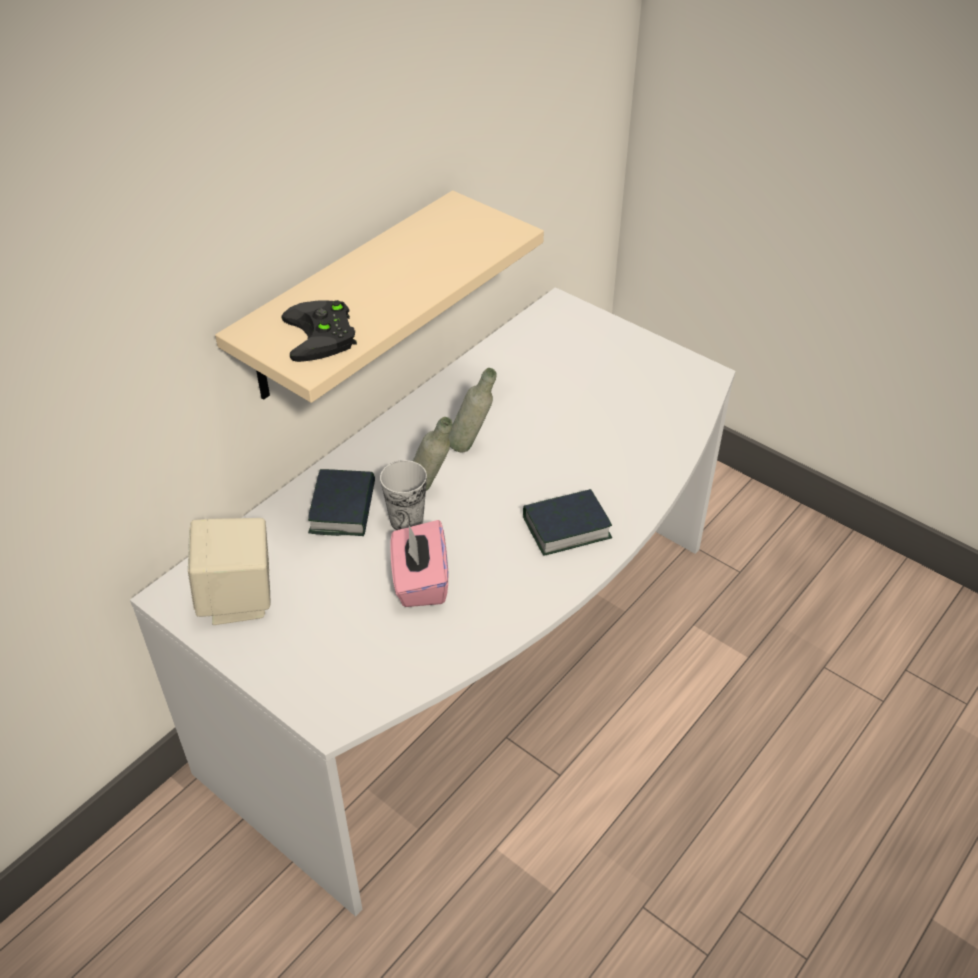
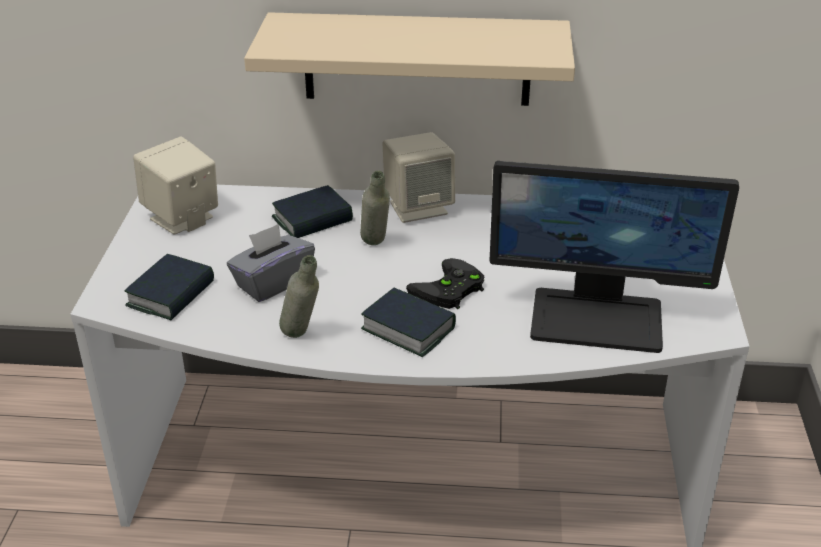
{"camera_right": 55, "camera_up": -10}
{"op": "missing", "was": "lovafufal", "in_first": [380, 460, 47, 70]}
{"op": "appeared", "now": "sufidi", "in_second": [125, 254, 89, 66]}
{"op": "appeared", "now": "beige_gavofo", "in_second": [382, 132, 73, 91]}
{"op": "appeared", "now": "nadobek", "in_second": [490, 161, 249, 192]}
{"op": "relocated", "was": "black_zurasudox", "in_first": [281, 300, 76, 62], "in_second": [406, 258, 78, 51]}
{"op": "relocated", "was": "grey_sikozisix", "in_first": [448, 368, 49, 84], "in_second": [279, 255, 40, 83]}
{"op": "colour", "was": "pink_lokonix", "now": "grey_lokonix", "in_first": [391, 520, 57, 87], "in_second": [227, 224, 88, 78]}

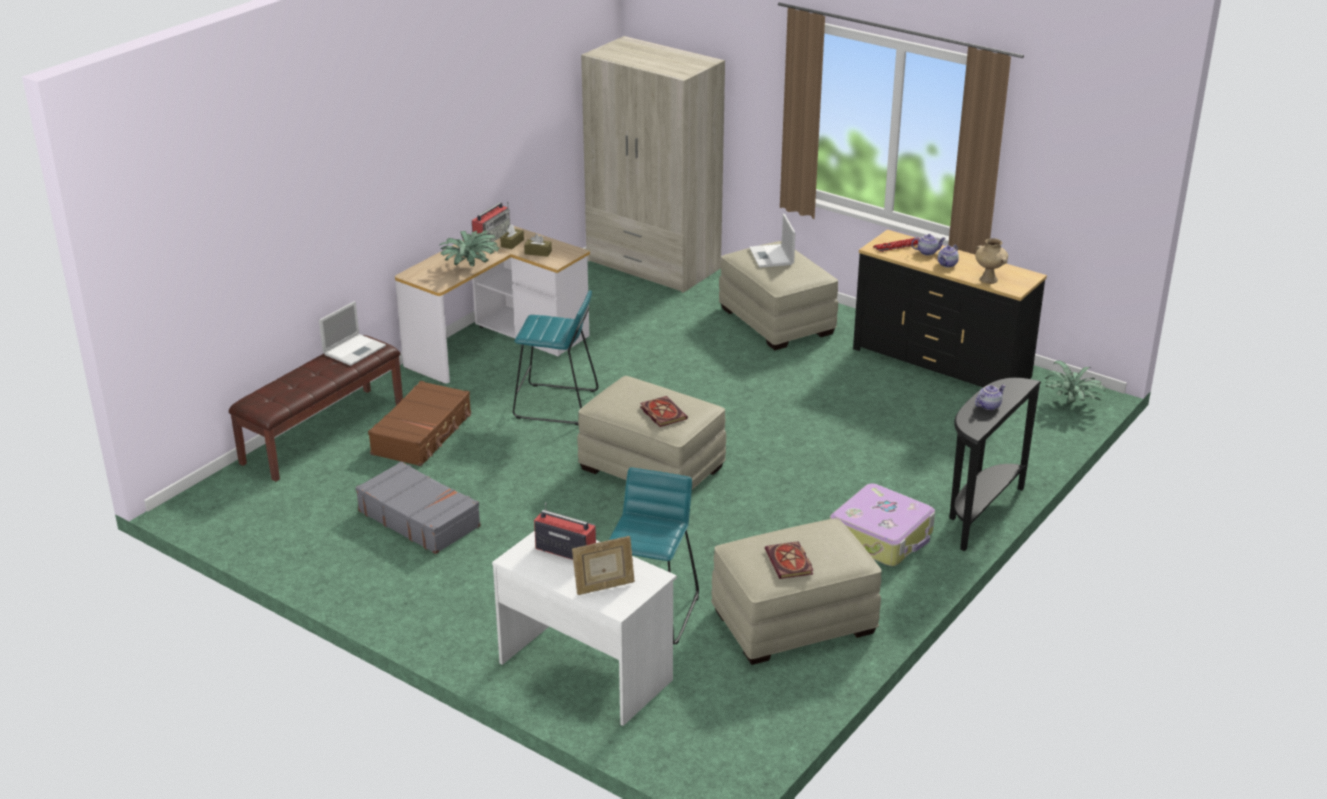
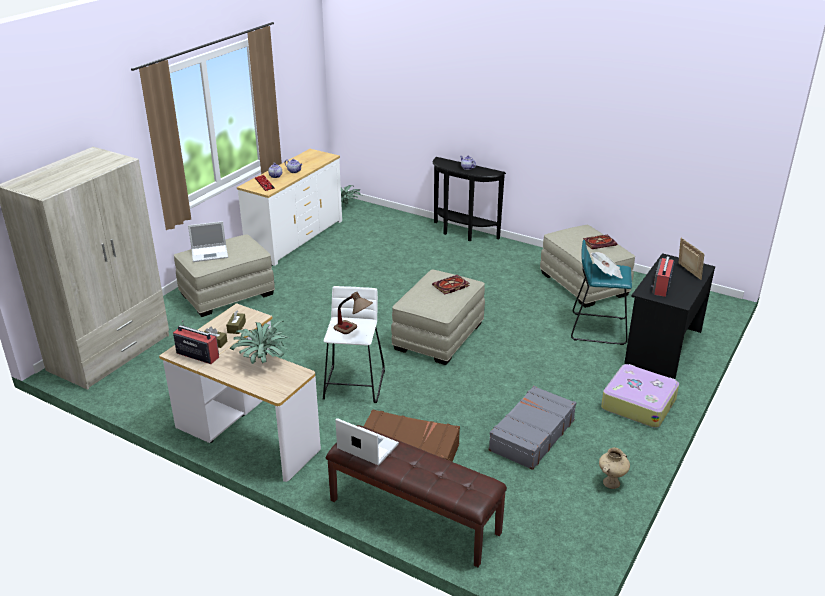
{"camera_right": -95, "camera_up": 0}
{"op": "appeared", "now": "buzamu", "in_second": [334, 292, 39, 42]}
{"op": "appeared", "now": "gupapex", "in_second": [591, 252, 32, 26]}
{"op": "relocated", "was": "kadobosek", "in_first": [830, 483, 105, 83], "in_second": [601, 364, 78, 64]}
{"op": "relocated", "was": "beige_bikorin", "in_first": [975, 238, 33, 46], "in_second": [599, 448, 31, 41]}
{"op": "colour", "was": "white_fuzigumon", "now": "black_fuzigumon", "in_first": [492, 531, 185, 195], "in_second": [624, 253, 91, 126]}
{"op": "colour", "was": "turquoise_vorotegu", "now": "white_vorotegu", "in_first": [513, 290, 85, 135], "in_second": [323, 286, 62, 117]}
{"op": "colour", "was": "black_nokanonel", "now": "white_nokanonel", "in_first": [853, 230, 194, 157], "in_second": [237, 149, 105, 117]}

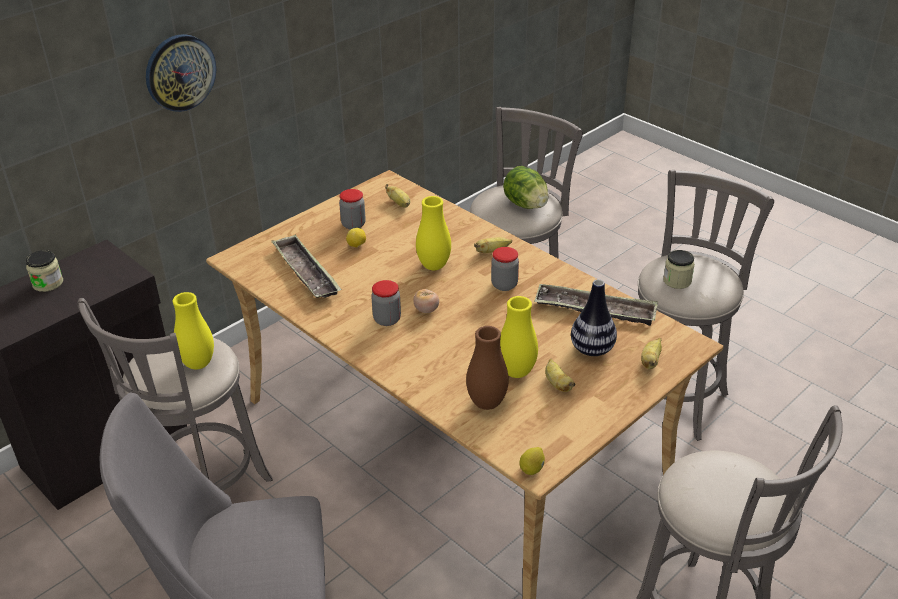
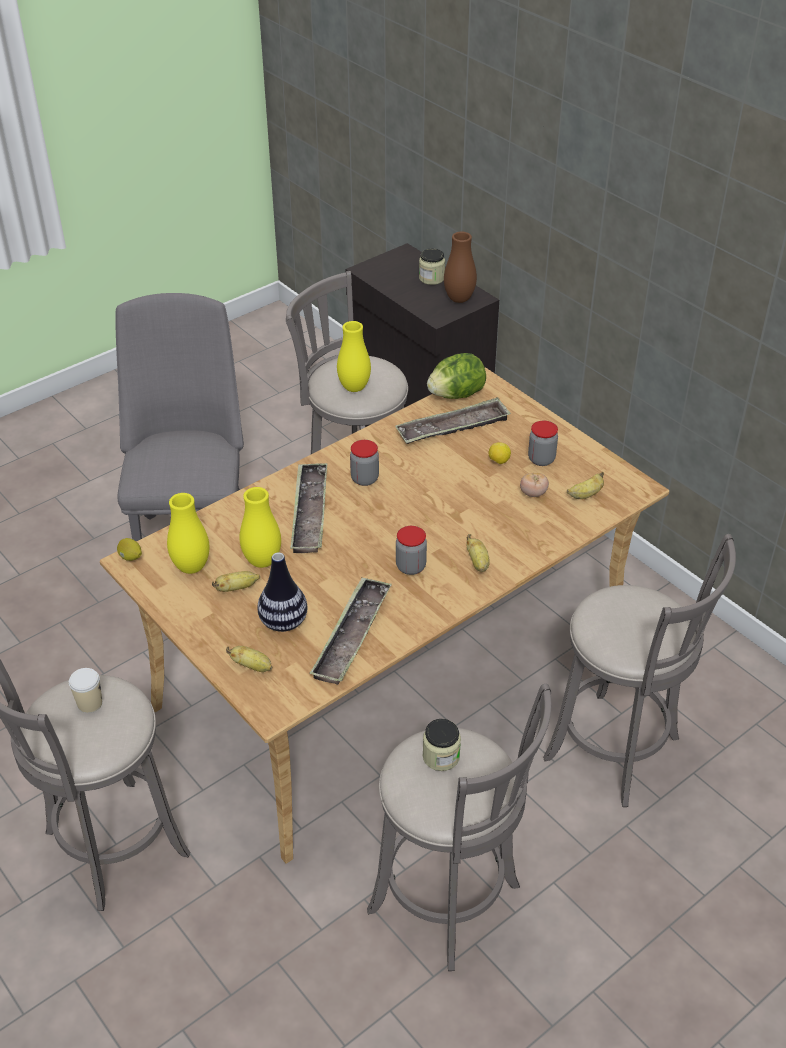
{"camera_right": 95, "camera_up": 5}
{"op": "missing", "was": "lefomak", "in_first": [146, 34, 70, 78]}
{"op": "appeared", "now": "lovafufal", "in_second": [69, 668, 33, 45]}
{"op": "appeared", "now": "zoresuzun", "in_second": [290, 463, 37, 90]}
{"op": "relocated", "was": "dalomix", "in_first": [413, 289, 26, 24], "in_second": [520, 473, 29, 24]}
{"op": "relocated", "was": "yellow_bikorin", "in_first": [416, 196, 35, 74], "in_second": [167, 493, 43, 81]}
{"op": "relocated", "was": "brown_bikorin", "in_first": [466, 326, 43, 84], "in_second": [444, 232, 33, 71]}
{"op": "relocated", "was": "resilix", "in_first": [503, 166, 45, 43], "in_second": [427, 353, 59, 46]}

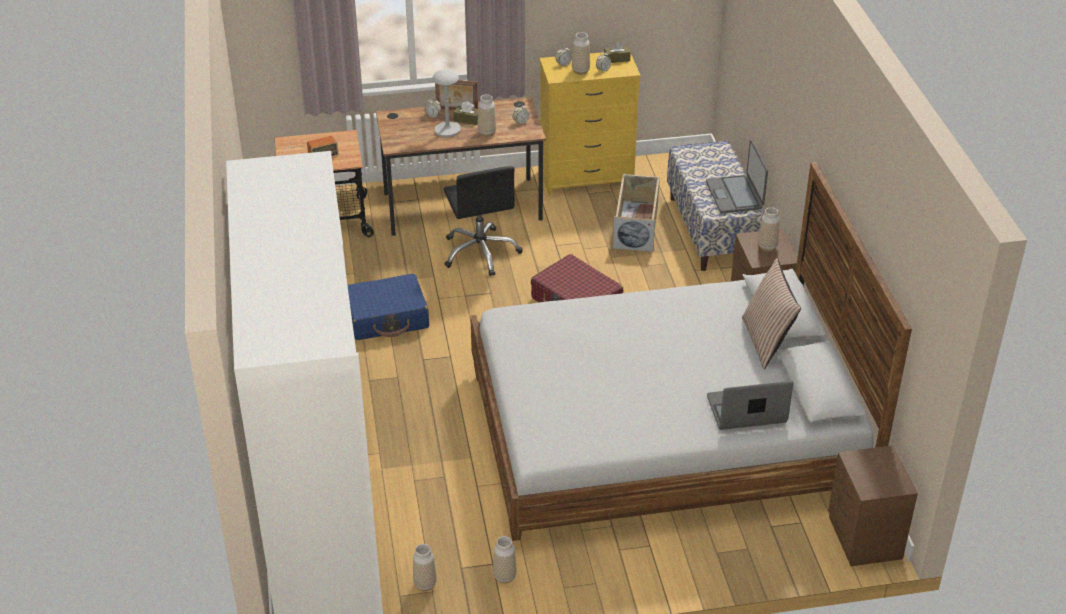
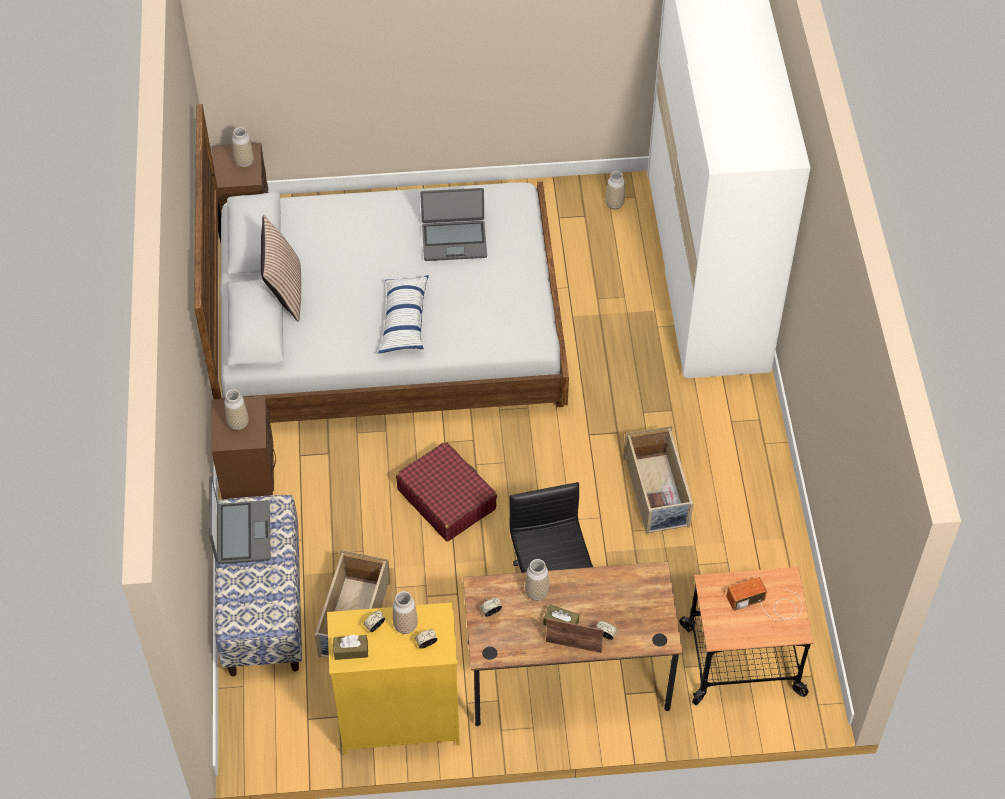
{"camera_right": -175, "camera_up": 15}
{"op": "missing", "was": "grey_buzamu", "in_first": [432, 69, 29, 68]}
{"op": "appeared", "now": "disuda", "in_second": [378, 275, 51, 78]}
{"op": "relocated", "was": "bikorin", "in_first": [493, 536, 24, 47], "in_second": [232, 127, 22, 41]}
{"op": "relocated", "was": "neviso", "in_first": [707, 381, 86, 49], "in_second": [420, 188, 67, 73]}
{"op": "exchanged", "was": "blue_kadobosek", "now": "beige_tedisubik", "in_first": [347, 274, 82, 66], "in_second": [623, 426, 70, 109]}

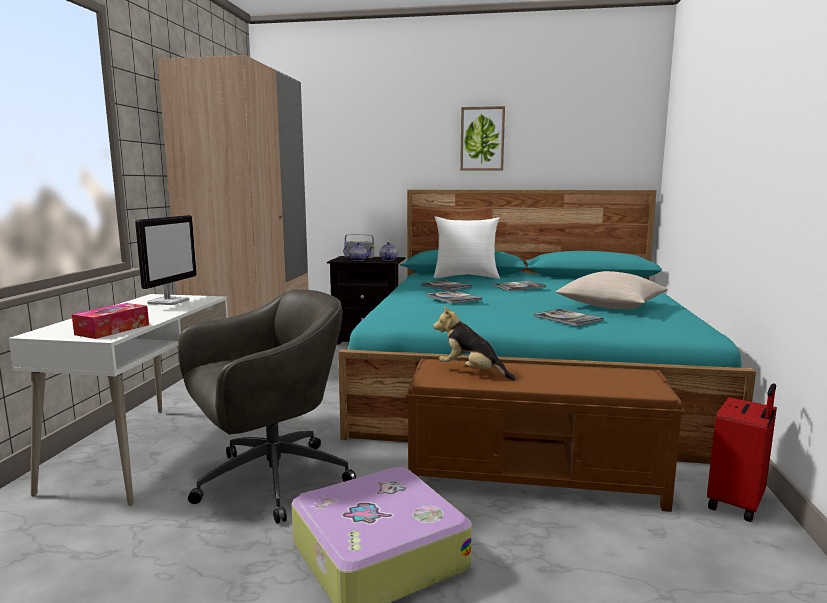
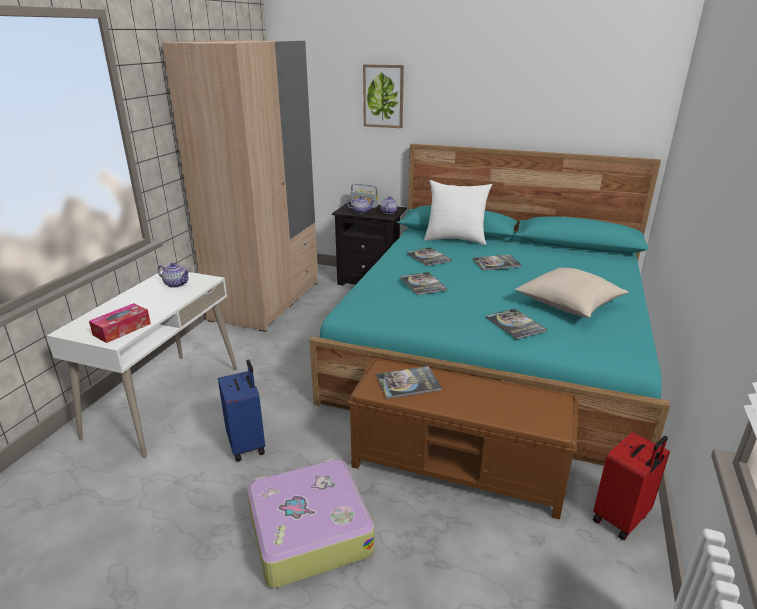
{"camera_right": 10, "camera_up": 15}
{"op": "relocated", "was": "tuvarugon", "in_first": [460, 106, 45, 65], "in_second": [363, 64, 41, 64]}
{"op": "exchanged", "was": "nadobek", "now": "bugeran", "in_first": [135, 215, 62, 90], "in_second": [158, 263, 32, 25]}
{"op": "exchanged", "was": "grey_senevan", "now": "blue_kadobosek", "in_first": [178, 289, 178, 235], "in_second": [218, 360, 47, 102]}
{"op": "exchanged", "was": "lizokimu", "now": "sufidi", "in_first": [433, 306, 83, 74], "in_second": [376, 366, 66, 33]}

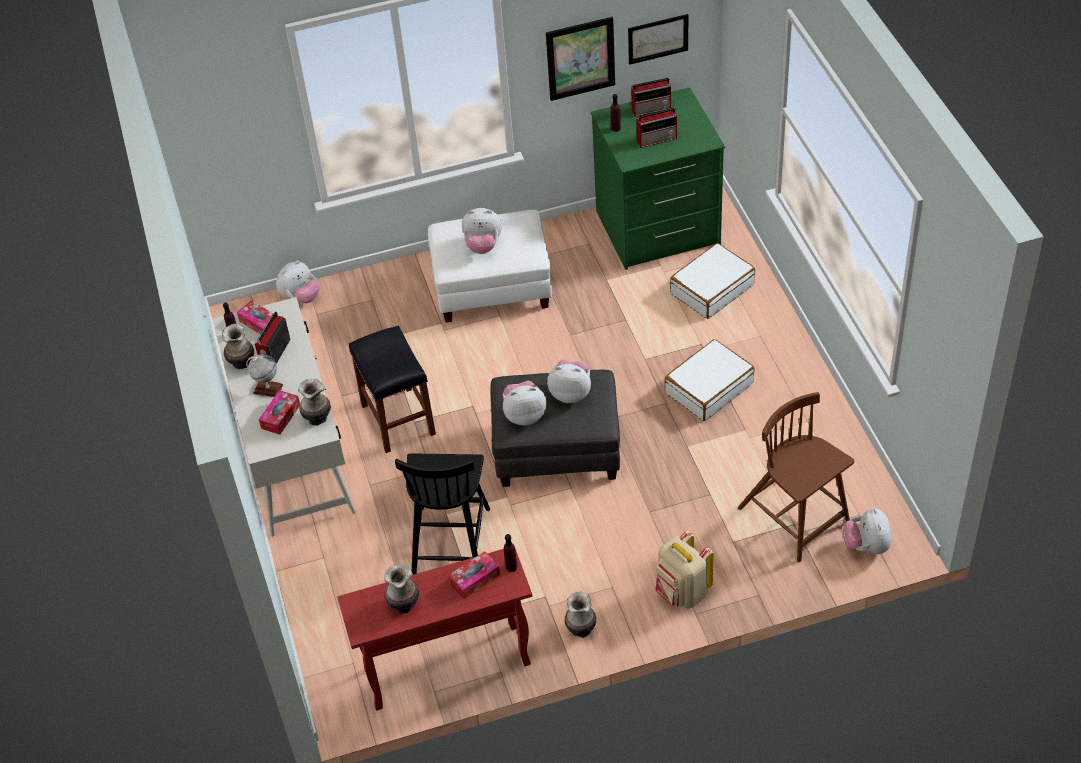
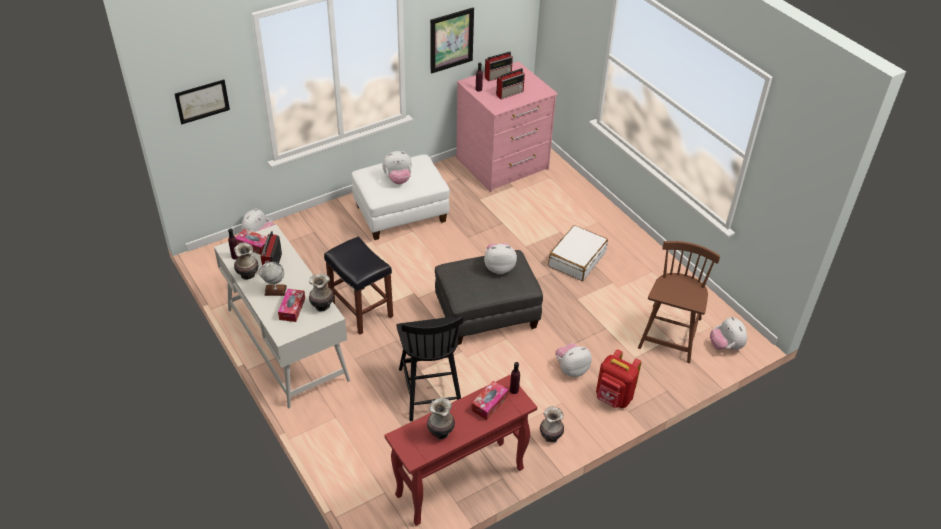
{"camera_right": -20, "camera_up": -5}
{"op": "missing", "was": "white_kadobosek", "in_first": [670, 243, 85, 76]}
{"op": "relocated", "was": "lizokimu", "in_first": [503, 381, 44, 44], "in_second": [555, 343, 37, 34]}
{"op": "relocated", "was": "tuvarugon", "in_first": [628, 14, 60, 51], "in_second": [175, 80, 55, 44]}
{"op": "colour", "was": "green_nokanonel", "now": "pink_nokanonel", "in_first": [591, 87, 134, 183], "in_second": [456, 61, 102, 131]}
{"op": "colour", "was": "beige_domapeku", "now": "red_domapeku", "in_first": [655, 531, 59, 78], "in_second": [596, 349, 46, 59]}
{"op": "spun", "was": "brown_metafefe", "in_first": [738, 392, 116, 170], "in_second": [638, 241, 82, 122], "clockwise": 75}

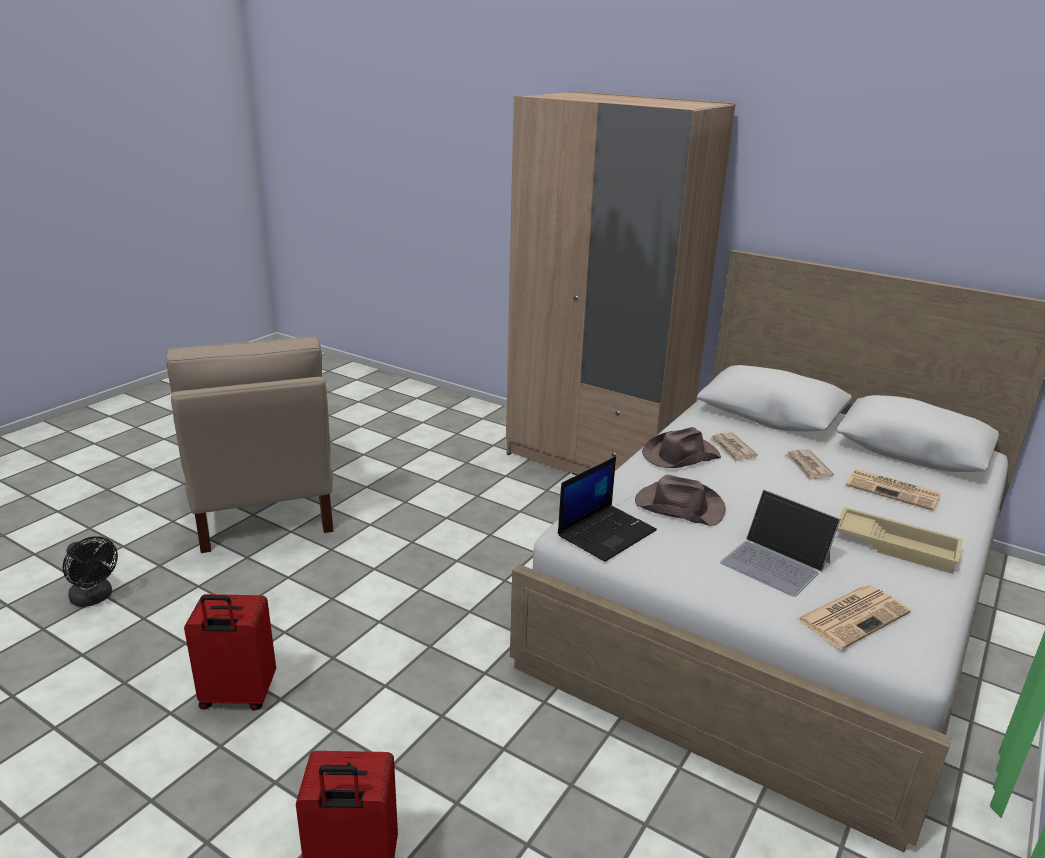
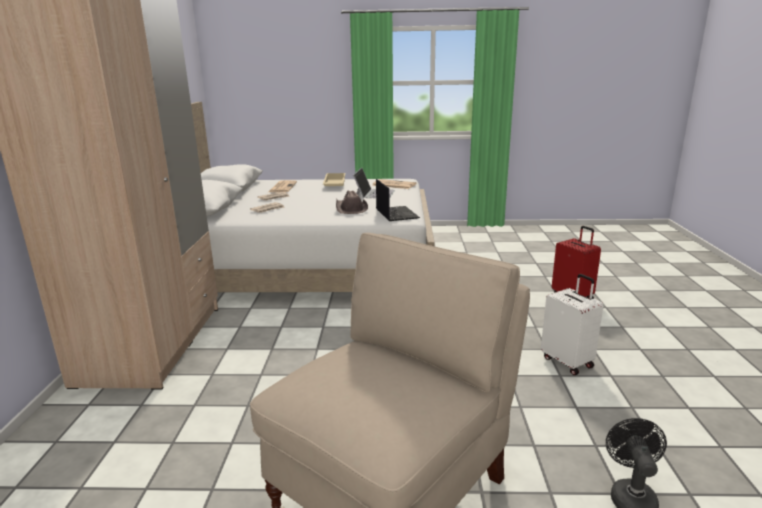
{"camera_right": -120, "camera_up": -5}
{"op": "missing", "was": "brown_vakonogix", "in_first": [642, 427, 79, 41]}
{"op": "colour", "was": "red_kadobosek", "now": "white_kadobosek", "in_first": [184, 594, 92, 117], "in_second": [541, 274, 62, 101]}
{"op": "spun", "was": "neviso", "in_first": [558, 456, 99, 106], "in_second": [376, 179, 44, 42], "clockwise": 60}

